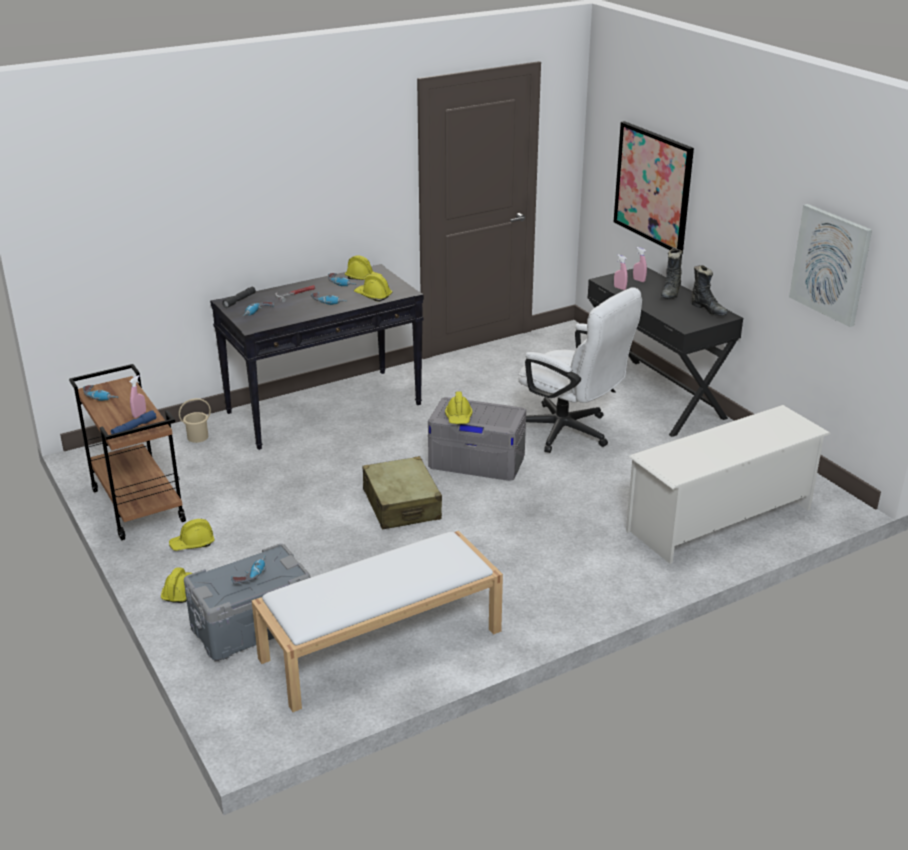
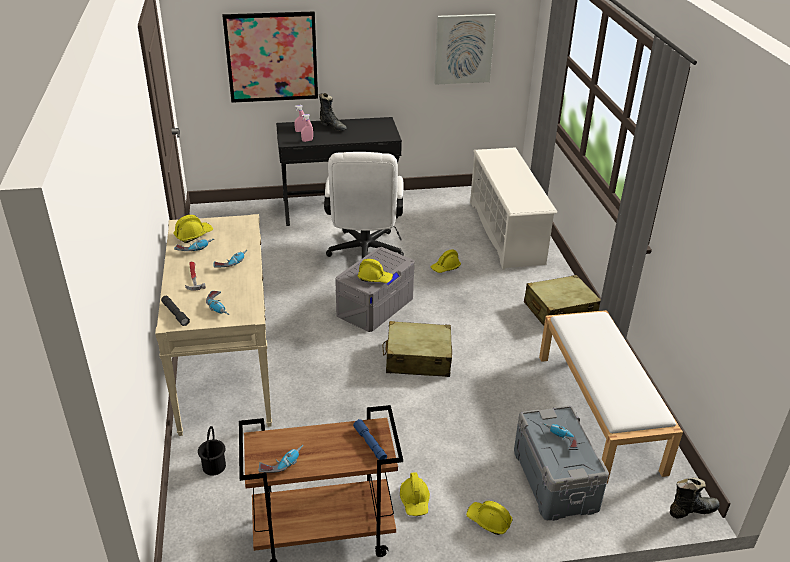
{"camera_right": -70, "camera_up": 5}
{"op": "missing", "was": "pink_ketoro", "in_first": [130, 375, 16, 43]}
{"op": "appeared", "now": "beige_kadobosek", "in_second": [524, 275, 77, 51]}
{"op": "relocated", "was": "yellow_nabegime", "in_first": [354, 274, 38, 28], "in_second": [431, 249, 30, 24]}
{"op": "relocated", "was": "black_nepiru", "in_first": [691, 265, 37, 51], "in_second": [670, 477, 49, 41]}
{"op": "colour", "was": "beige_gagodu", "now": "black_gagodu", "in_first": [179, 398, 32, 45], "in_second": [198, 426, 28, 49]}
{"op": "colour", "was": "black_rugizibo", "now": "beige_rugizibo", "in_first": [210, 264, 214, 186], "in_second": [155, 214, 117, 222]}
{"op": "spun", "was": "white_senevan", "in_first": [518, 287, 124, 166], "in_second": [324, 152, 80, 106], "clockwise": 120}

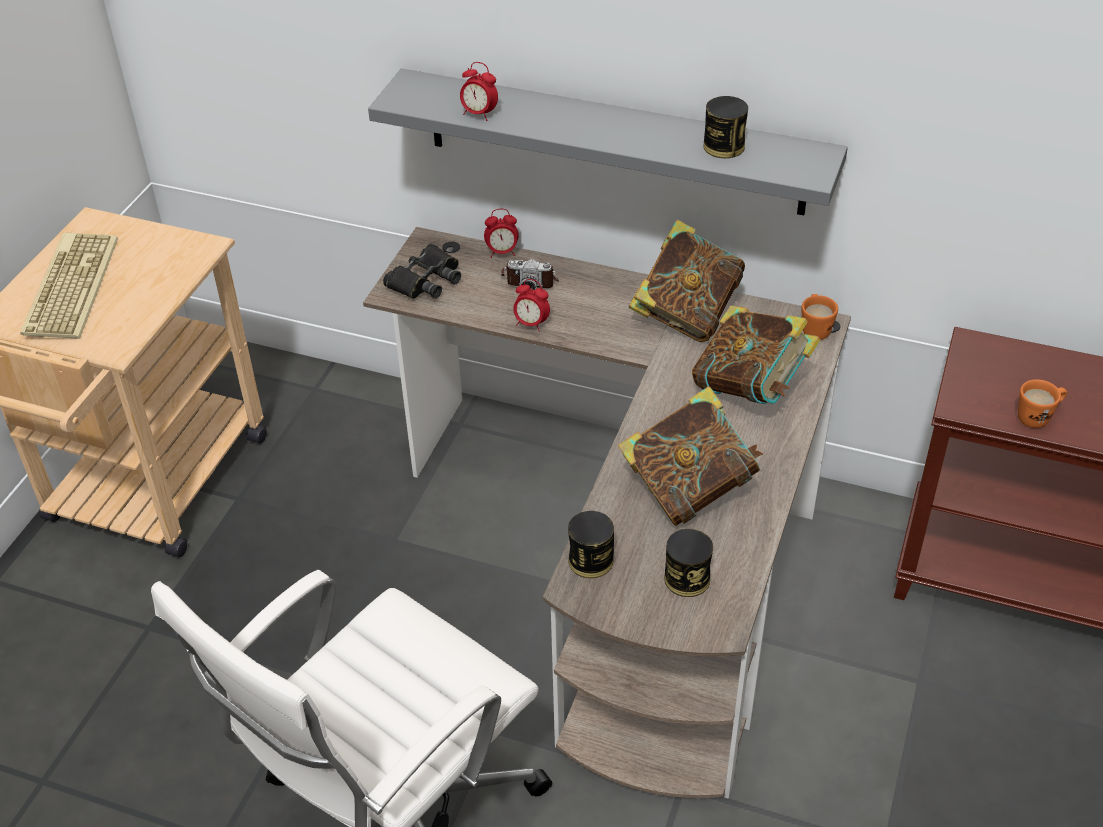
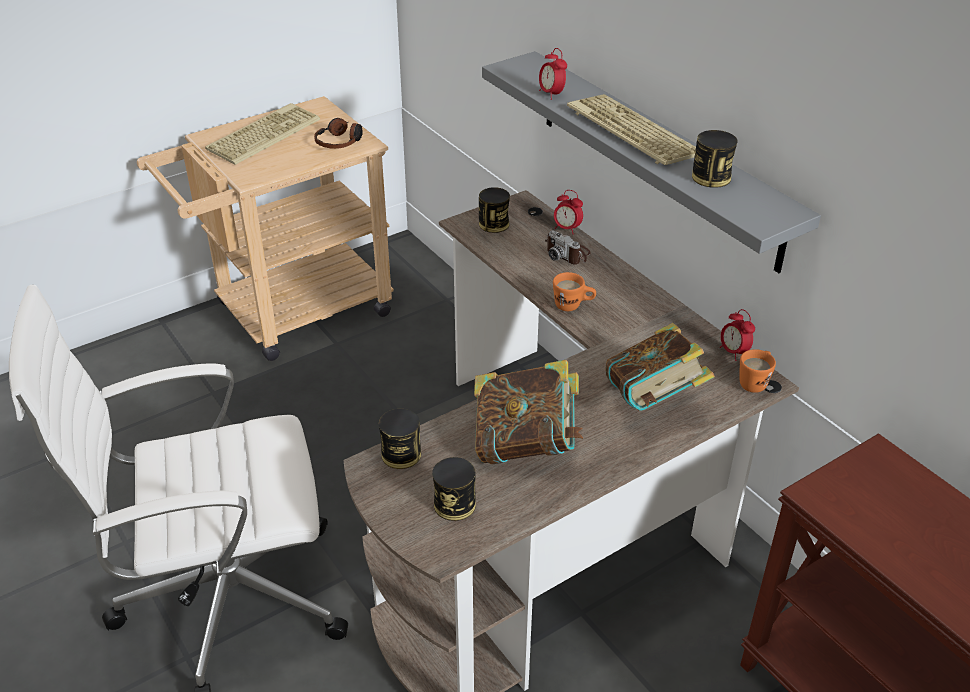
{"camera_right": 35, "camera_up": -5}
{"op": "missing", "was": "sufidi", "in_first": [629, 220, 116, 122]}
{"op": "appeared", "now": "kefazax", "in_second": [314, 118, 49, 31]}
{"op": "appeared", "now": "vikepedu", "in_second": [567, 94, 129, 71]}
{"op": "relocated", "was": "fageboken", "in_first": [513, 279, 37, 53], "in_second": [720, 309, 35, 52]}
{"op": "relocated", "was": "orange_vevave", "in_first": [1018, 379, 49, 49], "in_second": [553, 272, 43, 39]}
{"op": "exchanged", "was": "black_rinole", "now": "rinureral", "in_first": [383, 243, 78, 56], "in_second": [479, 187, 31, 46]}

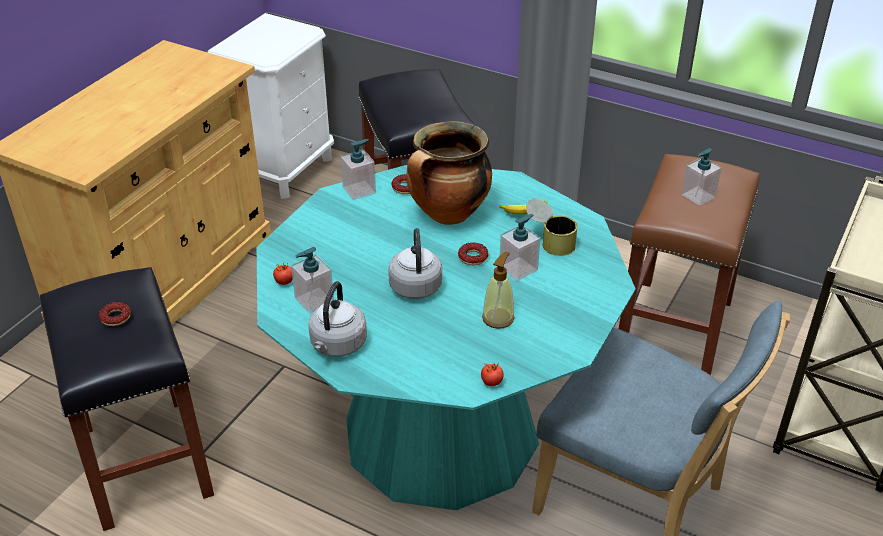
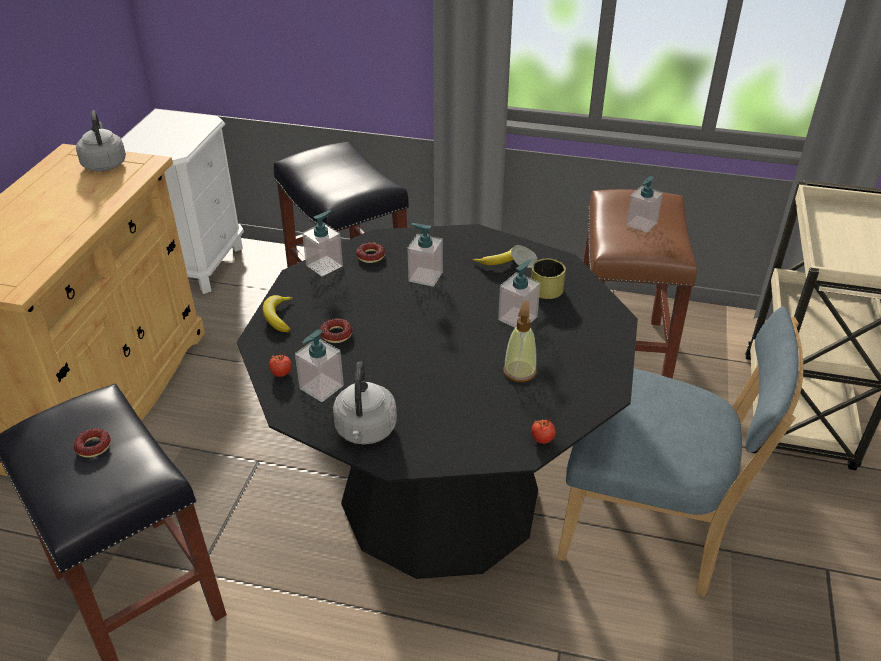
{"camera_right": -15, "camera_up": 0}
{"op": "appeared", "now": "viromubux", "in_second": [263, 295, 30, 37]}
{"op": "relocated", "was": "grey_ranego", "in_first": [388, 228, 54, 71], "in_second": [76, 111, 50, 61]}
{"op": "relocated", "was": "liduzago", "in_first": [458, 242, 31, 23], "in_second": [320, 318, 33, 25]}
{"op": "exchanged", "was": "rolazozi", "now": "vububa", "in_first": [406, 121, 86, 104], "in_second": [408, 223, 35, 64]}
{"op": "colour", "was": "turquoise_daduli", "now": "black_daduli", "in_first": [257, 165, 379, 345], "in_second": [237, 224, 401, 355]}

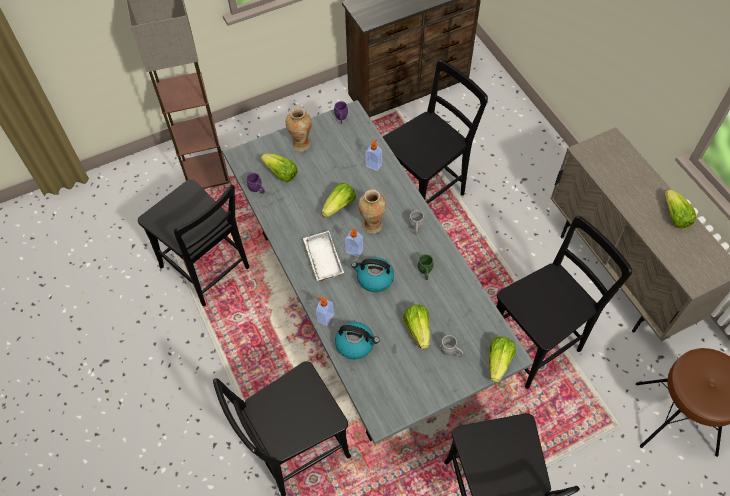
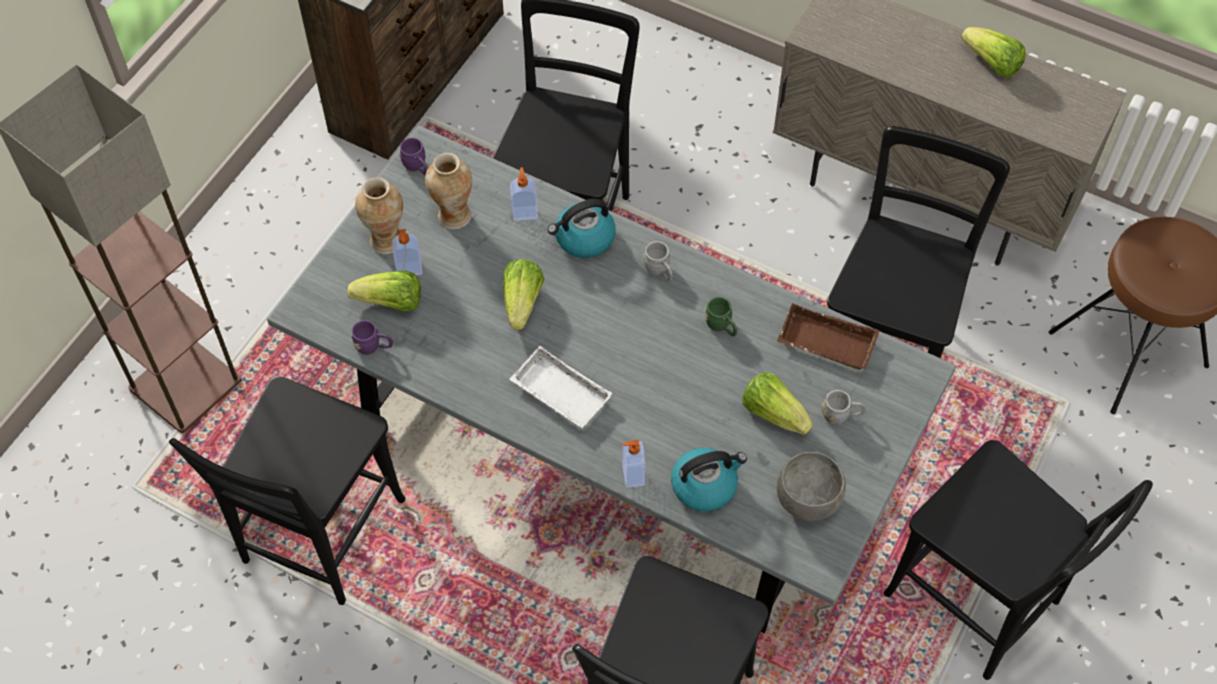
{"camera_right": -35, "camera_up": 0}
{"op": "missing", "was": "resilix", "in_first": [489, 337, 27, 45]}
{"op": "appeared", "now": "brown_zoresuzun", "in_second": [777, 303, 102, 67]}
{"op": "appeared", "now": "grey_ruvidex", "in_second": [777, 452, 69, 69]}
{"op": "relocated", "was": "vububa", "in_first": [345, 229, 18, 28], "in_second": [392, 229, 31, 47]}
{"op": "relocated", "was": "ranego", "in_first": [351, 257, 43, 35], "in_second": [548, 199, 68, 59]}
{"op": "relocated", "was": "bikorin", "in_first": [358, 189, 28, 45], "in_second": [425, 153, 47, 76]}
{"op": "spun", "was": "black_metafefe", "in_first": [138, 179, 111, 127], "in_second": [169, 377, 237, 228], "clockwise": 105}

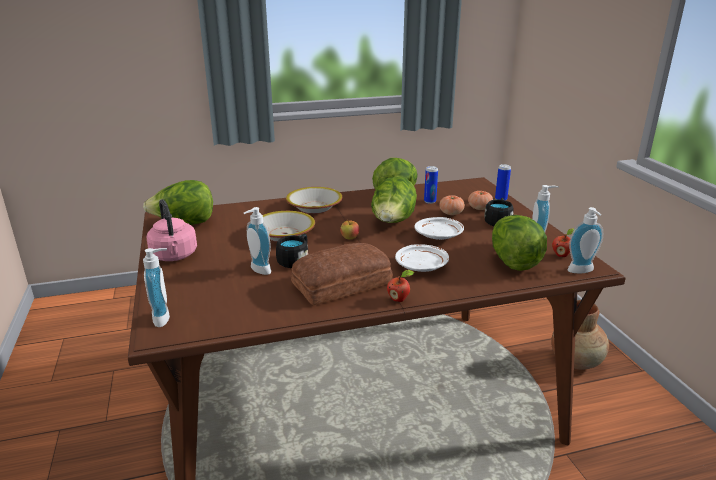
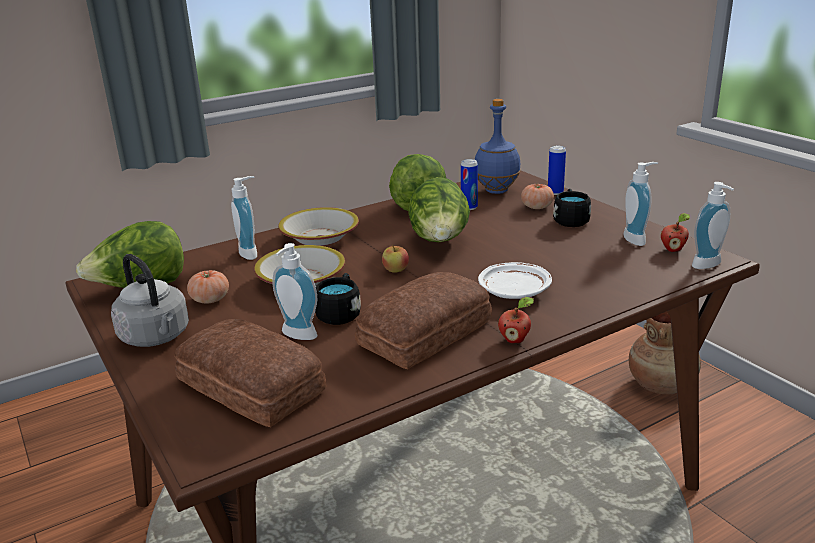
{"camera_right": -15, "camera_up": 0}
{"op": "missing", "was": "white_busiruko", "in_first": [414, 217, 50, 23]}
{"op": "missing", "was": "resilix", "in_first": [492, 215, 55, 56]}
{"op": "appeared", "now": "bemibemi", "in_second": [174, 319, 153, 108]}
{"op": "appeared", "now": "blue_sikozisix", "in_second": [475, 99, 46, 95]}
{"op": "relocated", "was": "vububa", "in_first": [143, 248, 27, 79], "in_second": [231, 176, 26, 84]}
{"op": "relocated", "was": "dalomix", "in_first": [439, 195, 26, 20], "in_second": [187, 270, 42, 33]}
{"op": "colour", "was": "pink_ranego", "now": "grey_ranego", "in_first": [147, 199, 50, 62], "in_second": [111, 254, 78, 93]}

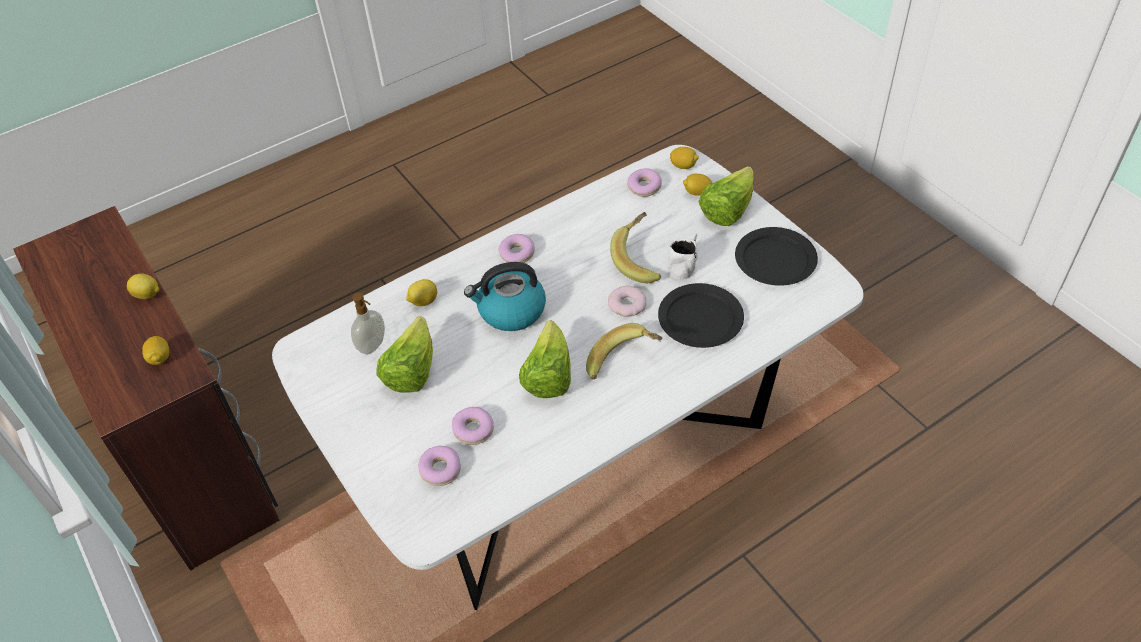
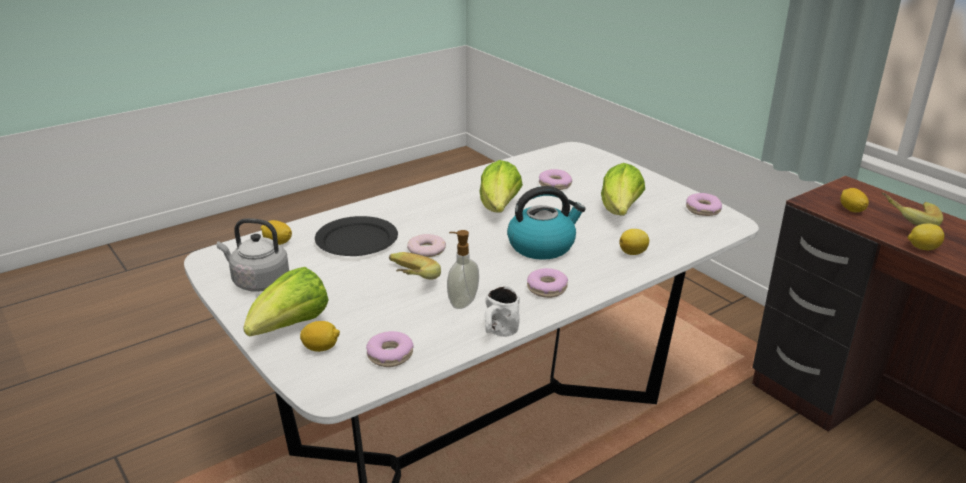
{"camera_right": 175, "camera_up": -20}
{"op": "relocated", "was": "vububa", "in_first": [351, 292, 34, 62], "in_second": [447, 230, 32, 79]}
{"op": "relocated", "was": "liduzago", "in_first": [418, 446, 43, 40], "in_second": [686, 193, 36, 23]}
{"op": "relocated", "was": "viromubux", "in_first": [586, 323, 76, 57], "in_second": [882, 192, 61, 34]}
{"op": "relocated", "was": "white_vevave", "in_first": [668, 233, 30, 47], "in_second": [485, 285, 35, 52]}
{"op": "relocated", "was": "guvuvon", "in_first": [670, 147, 29, 22], "in_second": [261, 220, 31, 25]}
{"op": "exchanged", "was": "black_busiruko", "now": "grey_ranego", "in_first": [735, 227, 83, 59], "in_second": [217, 218, 72, 74]}

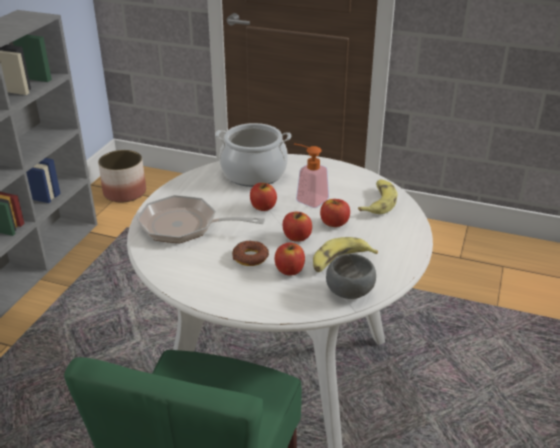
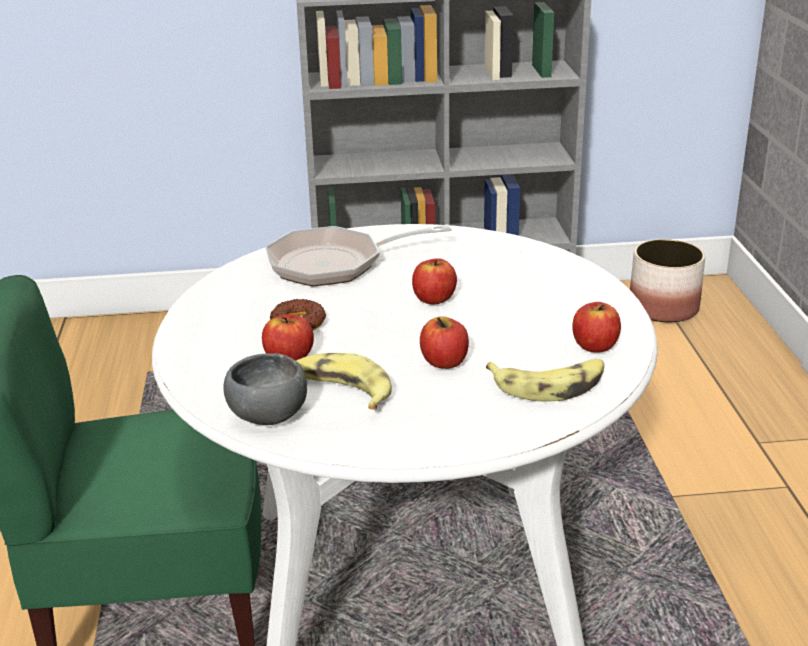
{"camera_right": 65, "camera_up": -5}
{"op": "missing", "was": "rolazozi", "in_first": [215, 123, 76, 64]}
{"op": "missing", "was": "vububa", "in_first": [294, 143, 35, 65]}
{"op": "relocated", "was": "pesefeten", "in_first": [283, 212, 29, 30], "in_second": [572, 302, 49, 51]}
{"op": "spun", "was": "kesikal", "in_first": [136, 195, 129, 49], "in_second": [266, 224, 186, 63], "clockwise": -90}

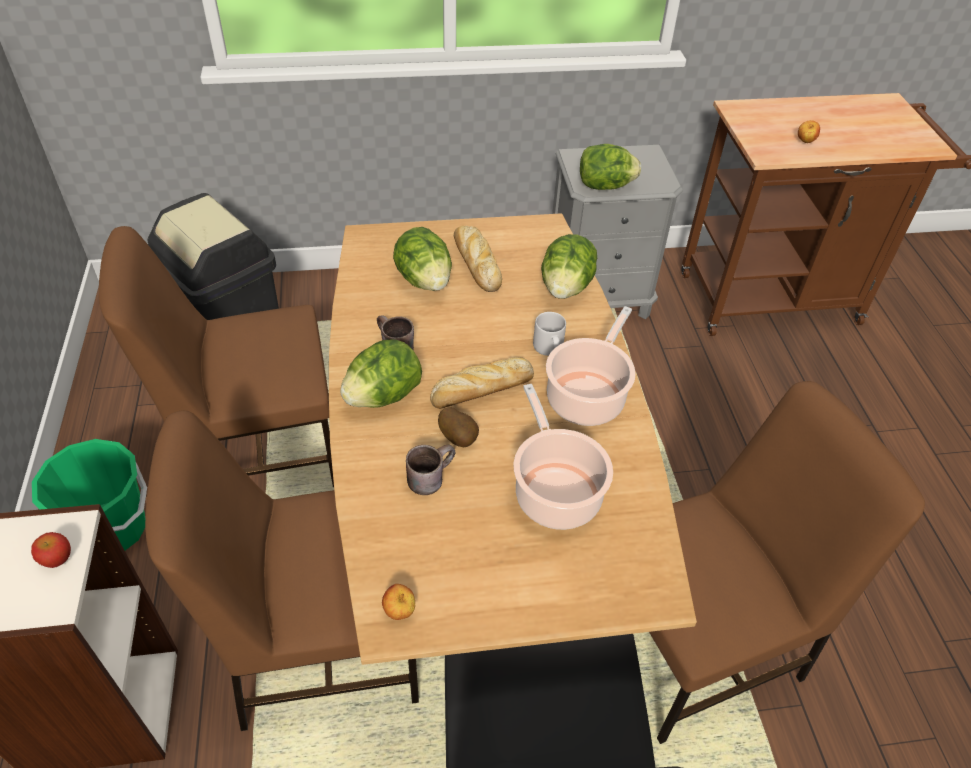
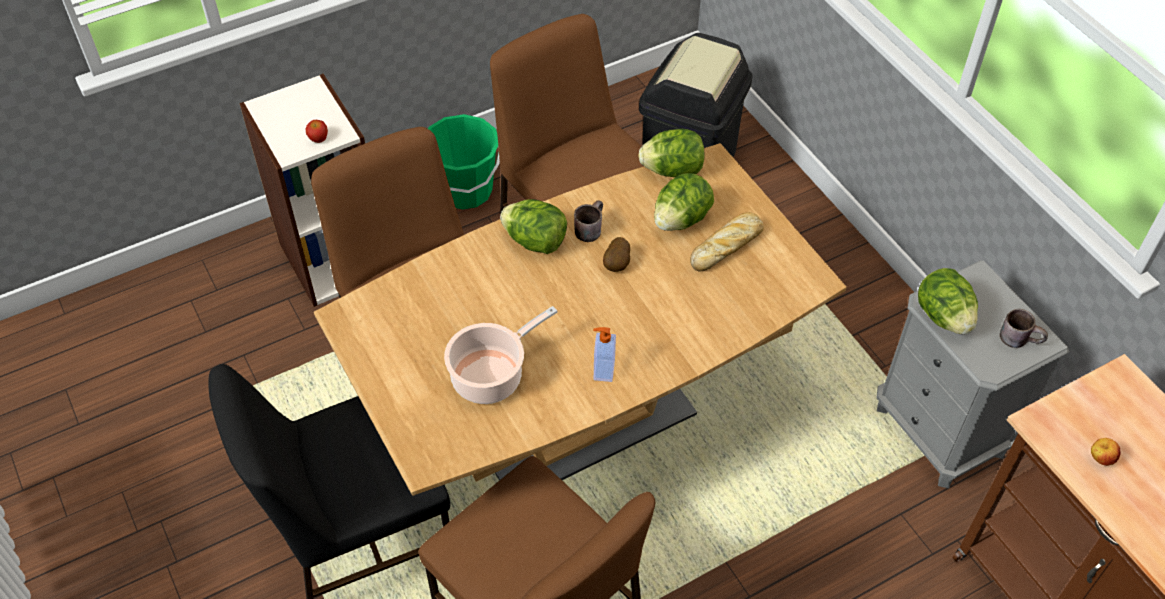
{"camera_right": 70, "camera_up": 5}
{"op": "missing", "was": "pesefeten", "in_first": [382, 584, 33, 36]}
{"op": "missing", "was": "bemibemi", "in_first": [430, 357, 104, 52]}
{"op": "missing", "was": "grey_vevave", "in_first": [533, 312, 33, 44]}
{"op": "relocated", "was": "brown_vevave", "in_first": [406, 445, 49, 50], "in_second": [1000, 309, 48, 39]}
{"op": "relocated", "was": "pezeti", "in_first": [438, 407, 41, 40], "in_second": [603, 237, 27, 35]}
{"op": "relocated", "was": "resilix", "in_first": [541, 234, 56, 65], "in_second": [638, 129, 66, 49]}
{"op": "exchanged", "was": "rolazozi", "now": "vububa", "in_first": [546, 306, 90, 120], "in_second": [593, 327, 23, 55]}

